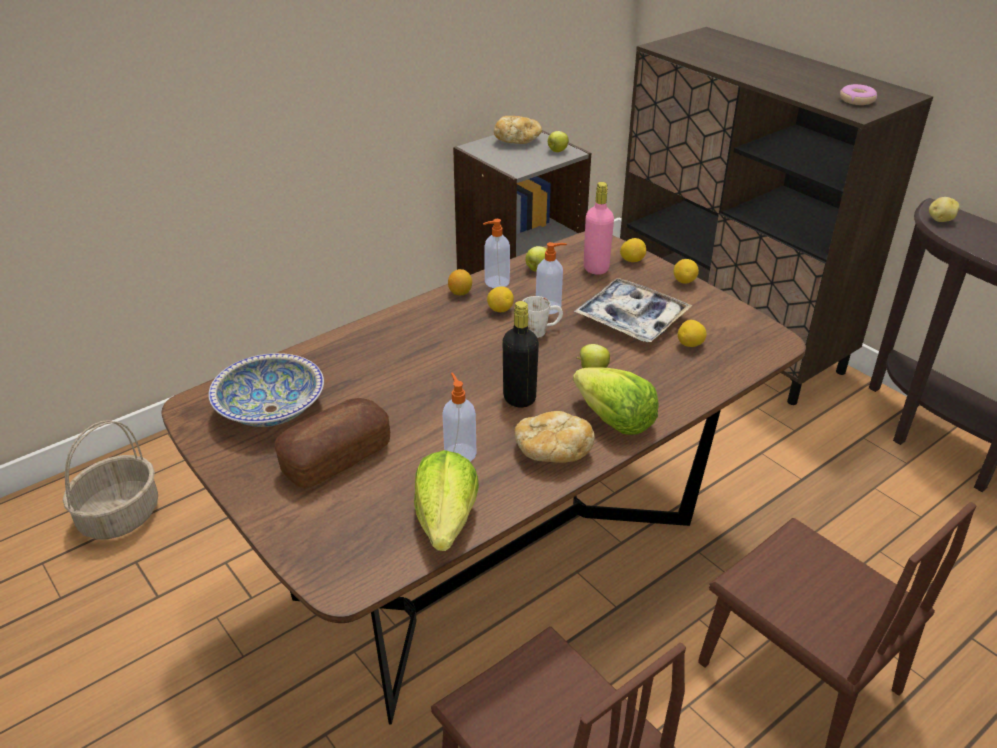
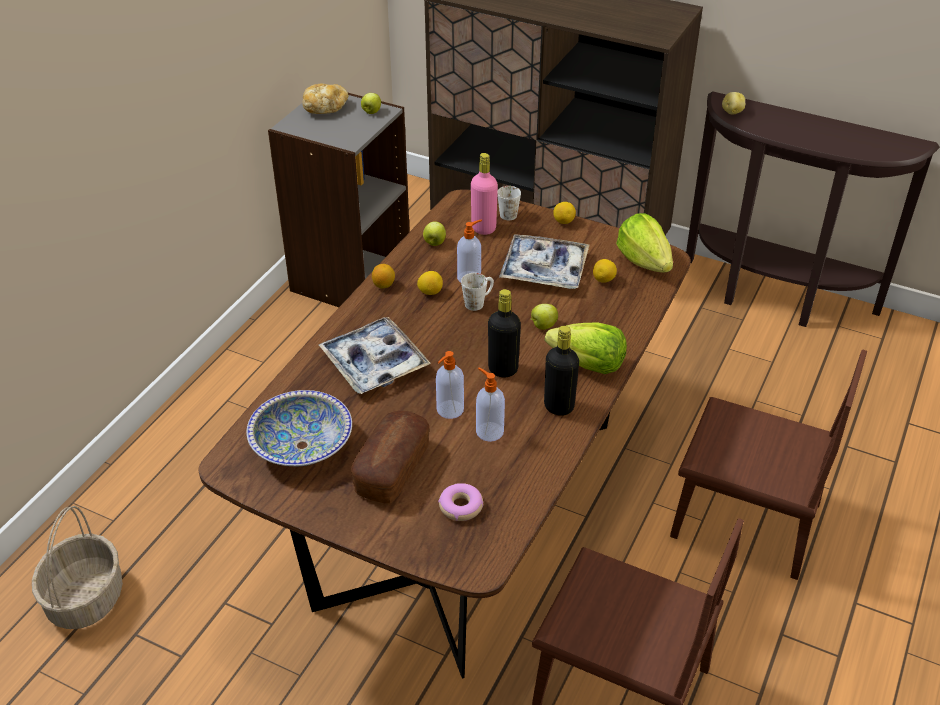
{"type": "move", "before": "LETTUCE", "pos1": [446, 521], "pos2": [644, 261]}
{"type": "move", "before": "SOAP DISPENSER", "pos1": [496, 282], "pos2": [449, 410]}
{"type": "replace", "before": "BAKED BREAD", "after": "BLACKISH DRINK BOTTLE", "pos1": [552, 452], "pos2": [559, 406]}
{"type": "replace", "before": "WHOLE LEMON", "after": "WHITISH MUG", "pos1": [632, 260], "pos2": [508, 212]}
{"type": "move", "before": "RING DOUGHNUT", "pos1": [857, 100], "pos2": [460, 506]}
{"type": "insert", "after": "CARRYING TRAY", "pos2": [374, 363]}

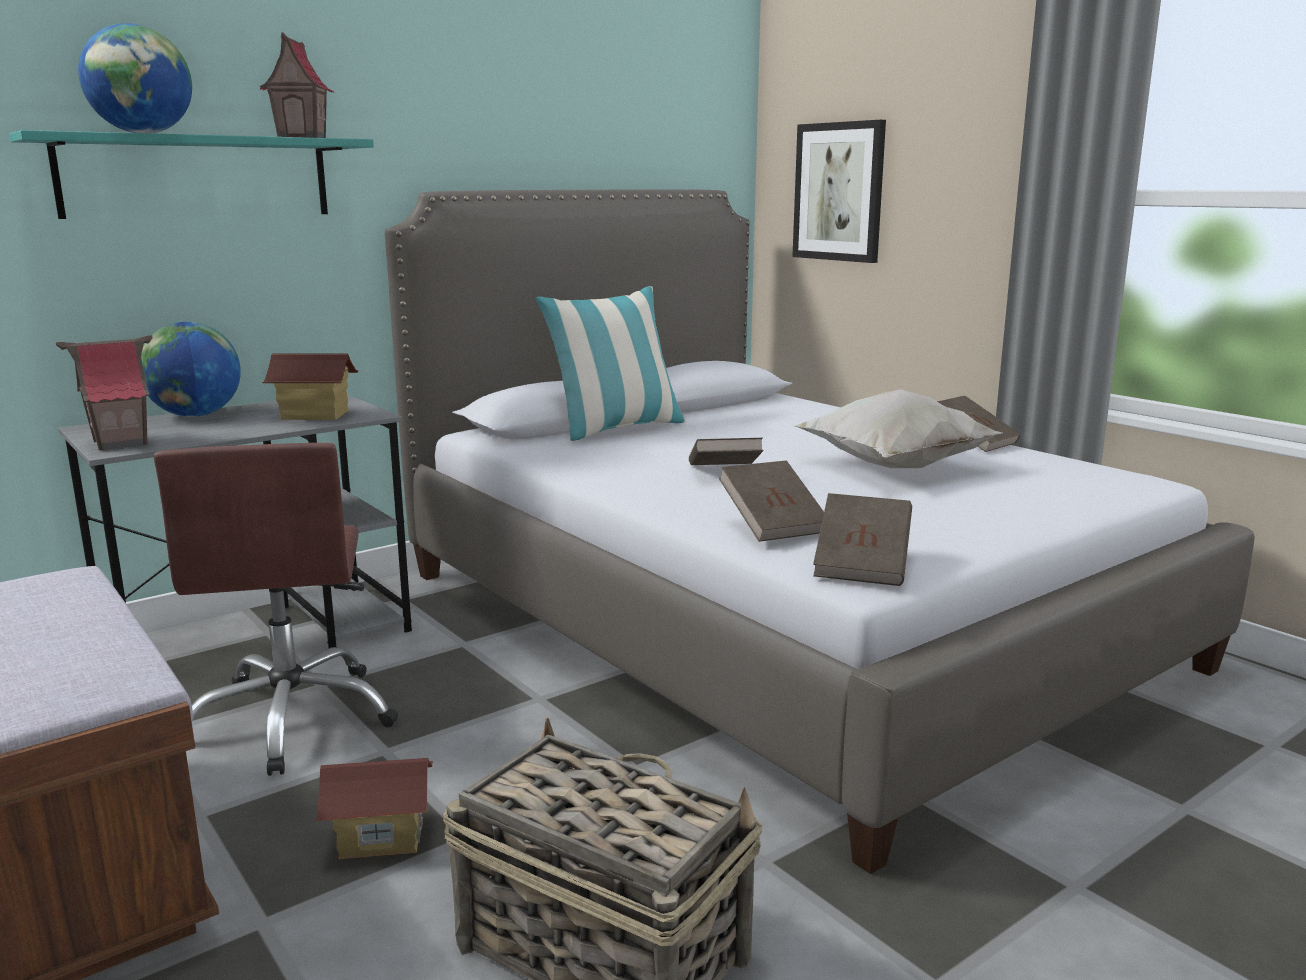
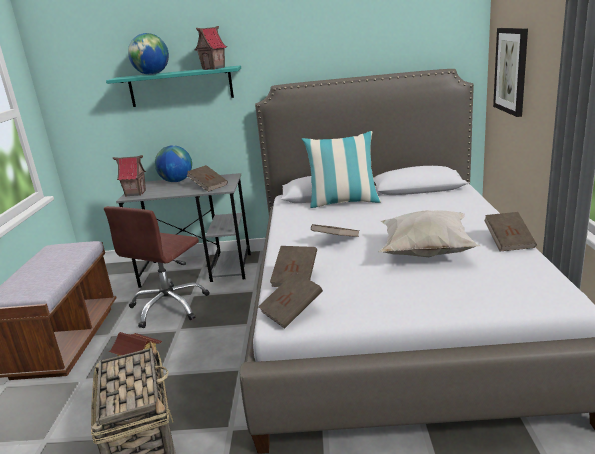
{"type": "replace", "before": "MINIATURE HOUSE", "after": "BROWN-COLOURED BOOK", "pos1": [315, 415], "pos2": [208, 186]}

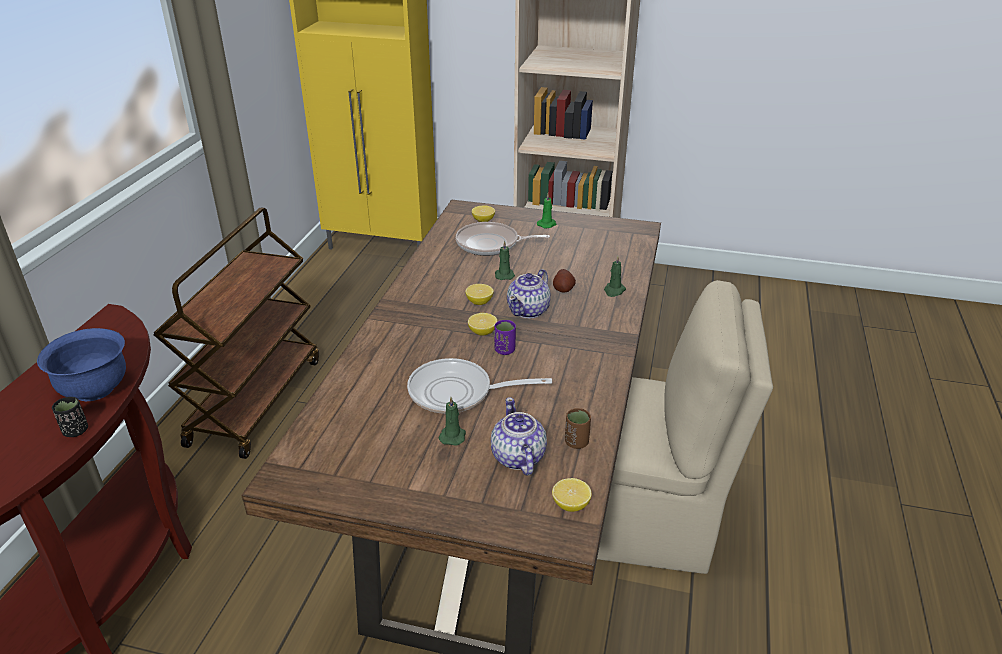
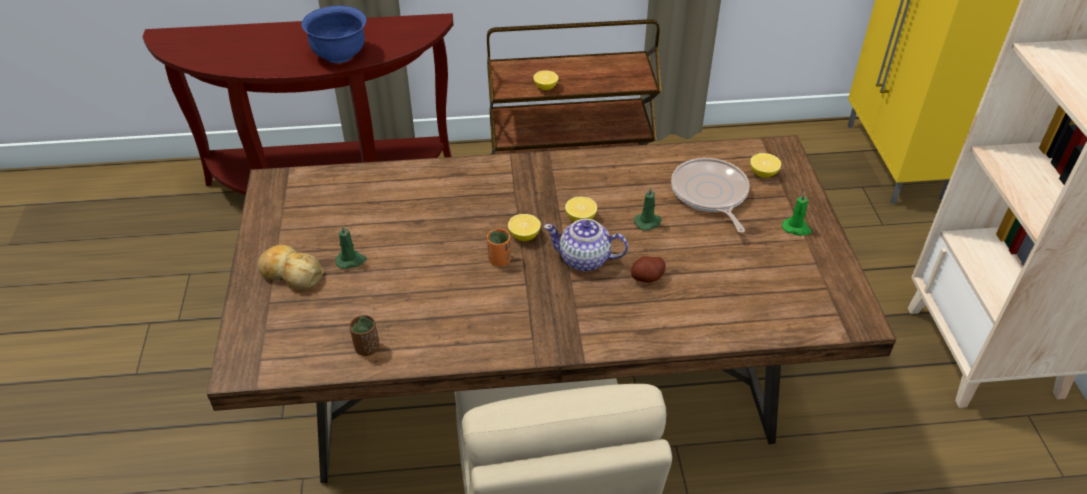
{"type": "delete", "before": "BLACKISH DRINKING CUP", "pos1": [75, 431]}
{"type": "delete", "before": "SKILLET", "pos1": [457, 393]}
{"type": "delete", "before": "POT FOR TEA", "pos1": [517, 457]}
{"type": "recolor", "before": "PURPLE DRINKING CUP", "after": "ORANGEY DRINKING CUP", "pos1": [505, 350], "pos2": [499, 260]}
{"type": "move", "before": "WHOLE LEMON", "pos1": [570, 505], "pos2": [545, 87]}
{"type": "delete", "before": "GREEN-COLOURED WAX CANDLE", "pos1": [614, 291]}
{"type": "insert", "after": "BAKED BREAD", "pos2": [291, 274]}

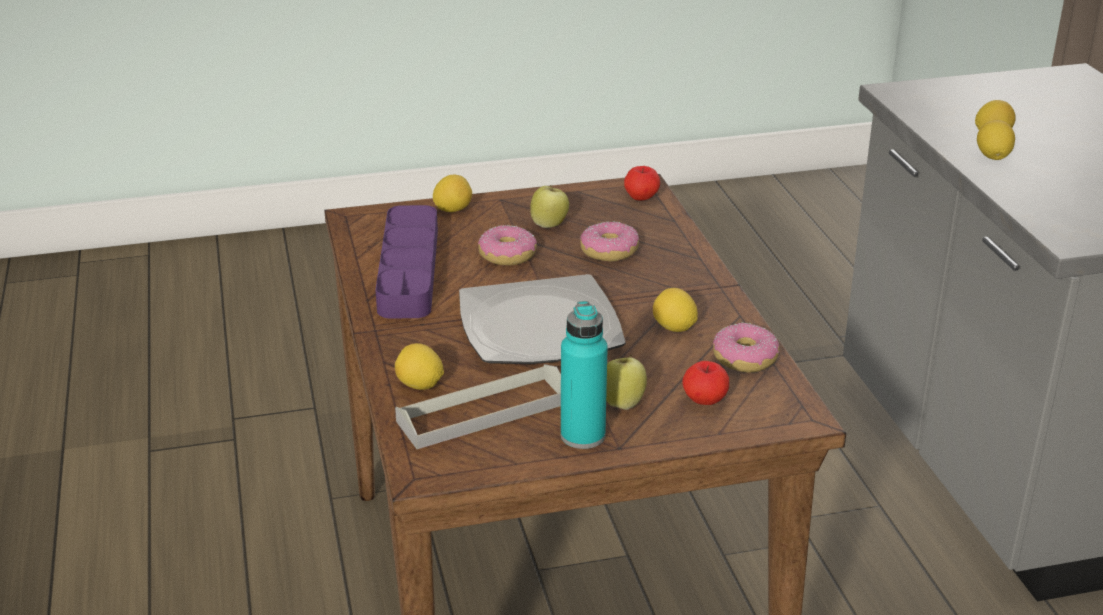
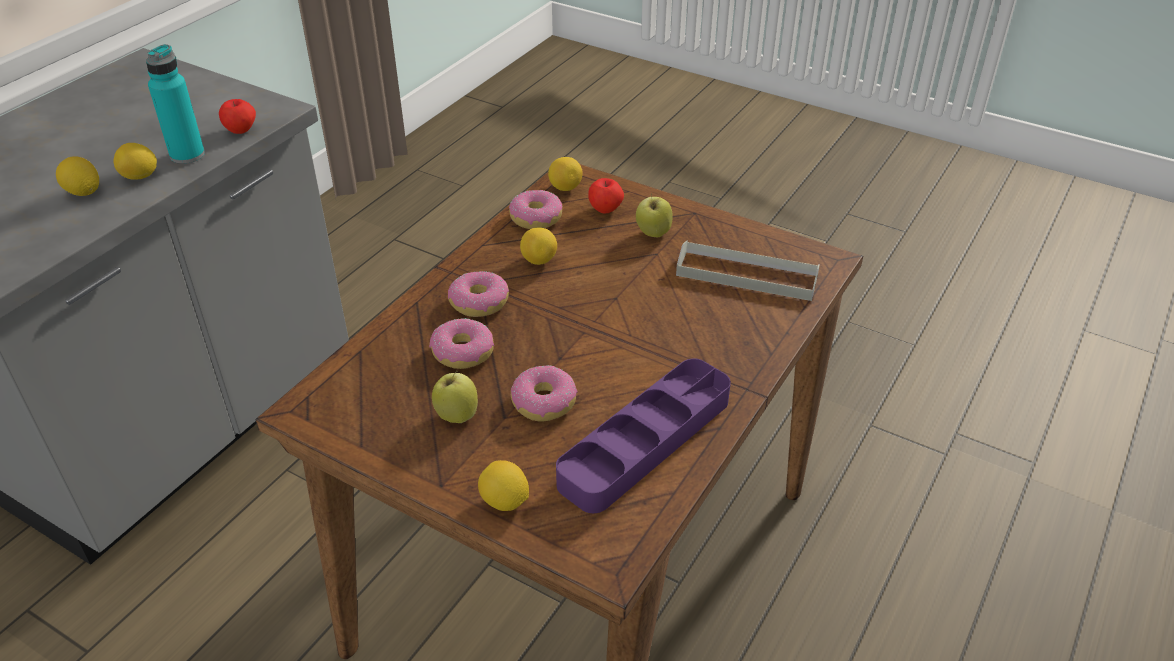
{"type": "move", "before": "WHOLE LEMON", "pos1": [419, 386], "pos2": [565, 188]}
{"type": "delete", "before": "PLATE", "pos1": [541, 328]}
{"type": "move", "before": "BLUE-GREEN DRINK BOTTLE", "pos1": [583, 436], "pos2": [187, 155]}
{"type": "move", "before": "WHOLE APPLE", "pos1": [641, 198], "pos2": [241, 130]}
{"type": "insert", "after": "RING DOUGHNUT", "pos2": [479, 302]}

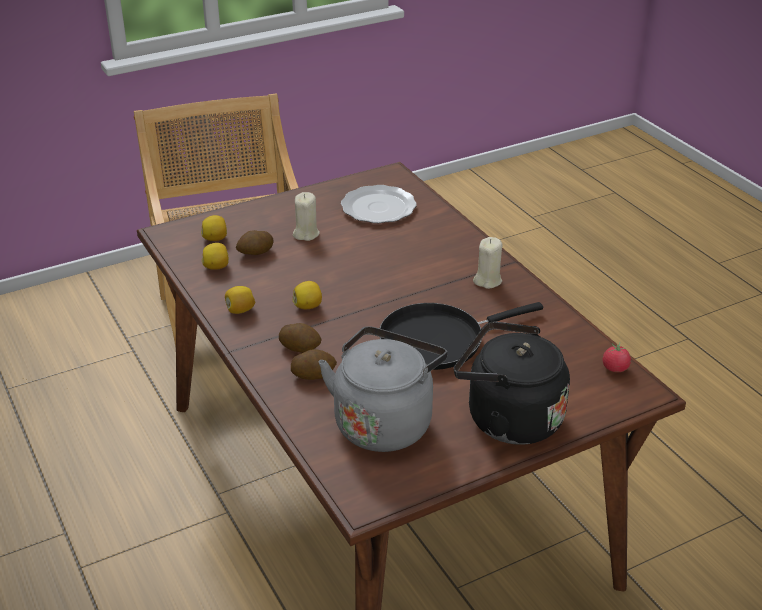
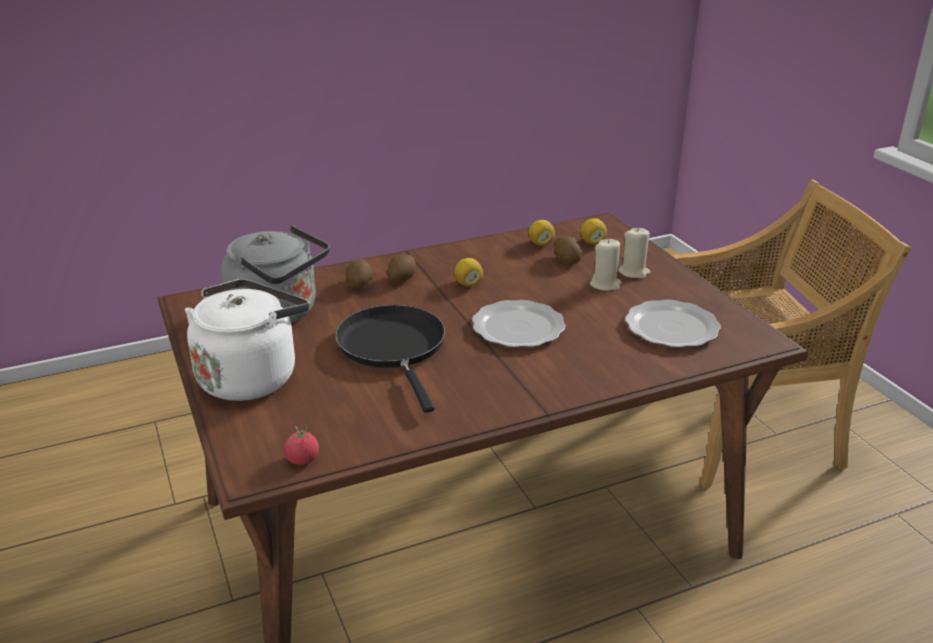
{"type": "delete", "before": "WHOLE LEMON", "pos1": [240, 310]}
{"type": "recolor", "before": "BLACKISH KETTLE", "after": "WHITISH KETTLE", "pos1": [508, 419], "pos2": [251, 376]}
{"type": "move", "before": "BEIGE WAX CANDLE", "pos1": [487, 280], "pos2": [634, 272]}
{"type": "insert", "after": "PLATE", "pos2": [518, 327]}

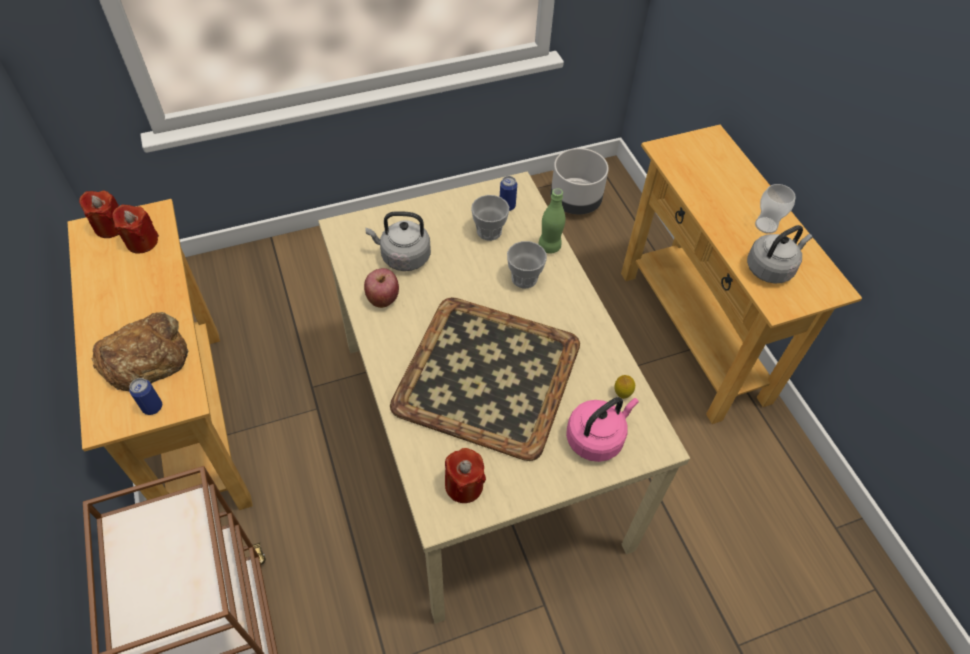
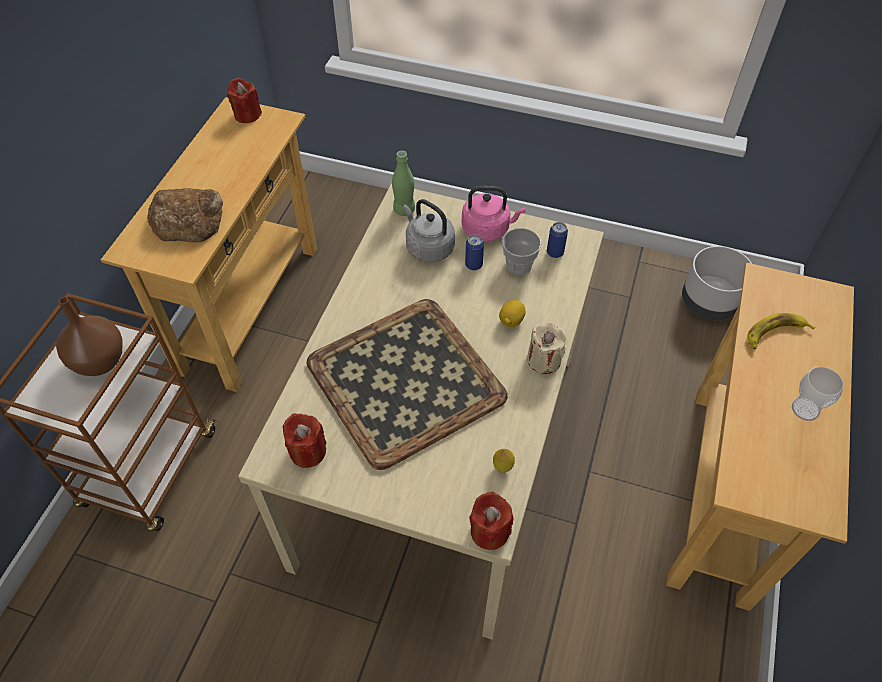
{"type": "move", "before": "RED WAX CANDLE", "pos1": [142, 242], "pos2": [489, 531]}
{"type": "move", "before": "METAL CAN", "pos1": [152, 407], "pos2": [473, 265]}
{"type": "delete", "before": "WHOLE APPLE", "pos1": [383, 298]}
{"type": "replace", "before": "DRINKING CUP", "after": "WHOLE LEMON", "pos1": [524, 278], "pos2": [511, 321]}
{"type": "move", "before": "GREEN-COLOURED DRINK BOTTLE", "pos1": [549, 246], "pos2": [404, 210]}
{"type": "move", "before": "PINKISH KETTLE", "pos1": [596, 438], "pos2": [488, 229]}
{"type": "delete", "before": "GRAY KETTLE", "pos1": [771, 268]}
{"type": "insert", "after": "BROWN-COLOURED VASE", "pos2": [99, 361]}
{"type": "insert", "after": "BEIGE WAX CANDLE", "pos2": [544, 360]}
{"type": "insert", "after": "BANANA FRUIT", "pos2": [774, 334]}

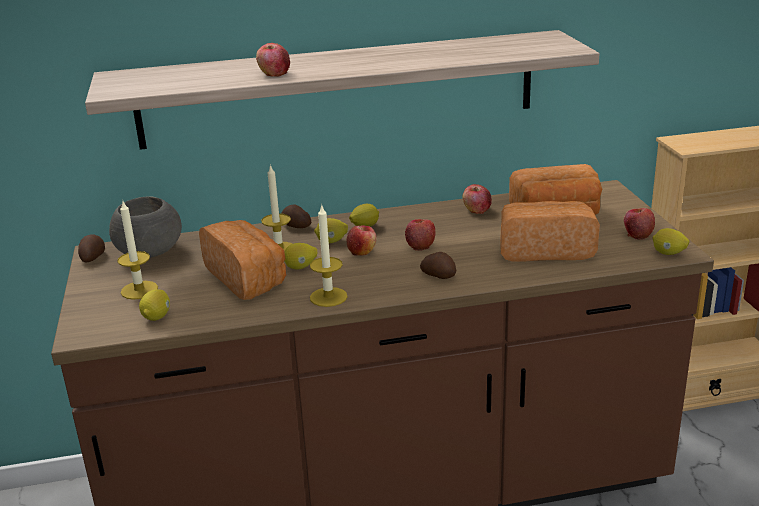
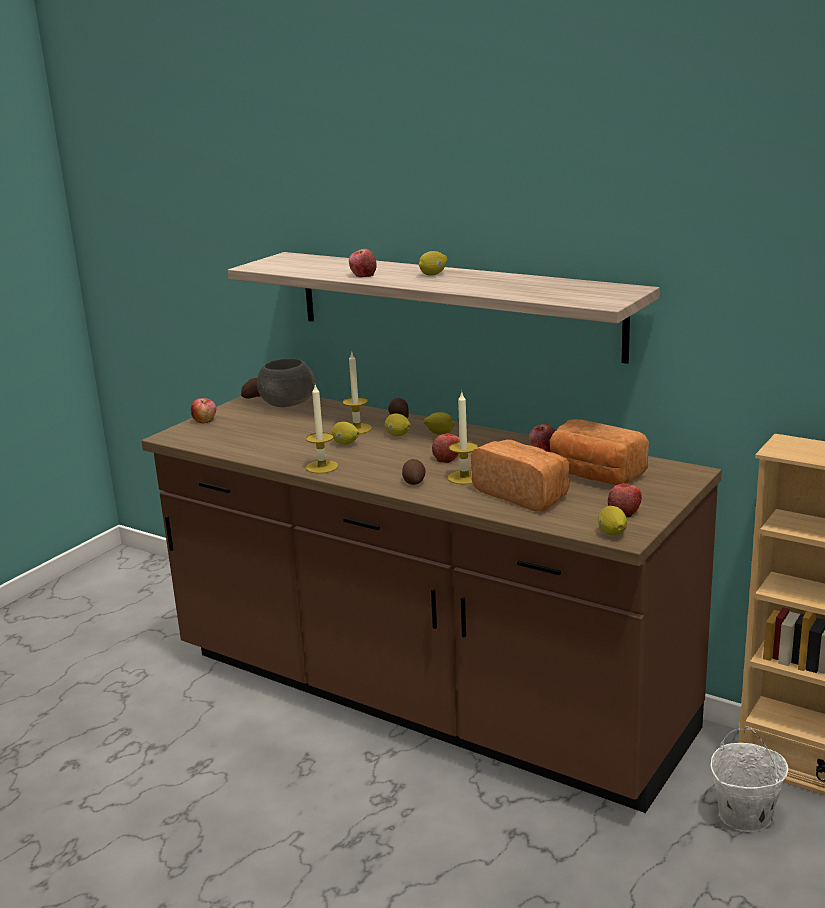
{"type": "move", "before": "WAX CANDLE", "pos1": [139, 290], "pos2": [464, 477]}
{"type": "move", "before": "WHOLE LEMON", "pos1": [157, 316], "pos2": [433, 274]}
{"type": "delete", "before": "BAKED BREAD", "pos1": [247, 278]}
{"type": "move", "before": "WHOLE APPLE", "pos1": [362, 251], "pos2": [205, 420]}
{"type": "insert", "after": "WHITISH BUCKET", "pos2": [743, 816]}

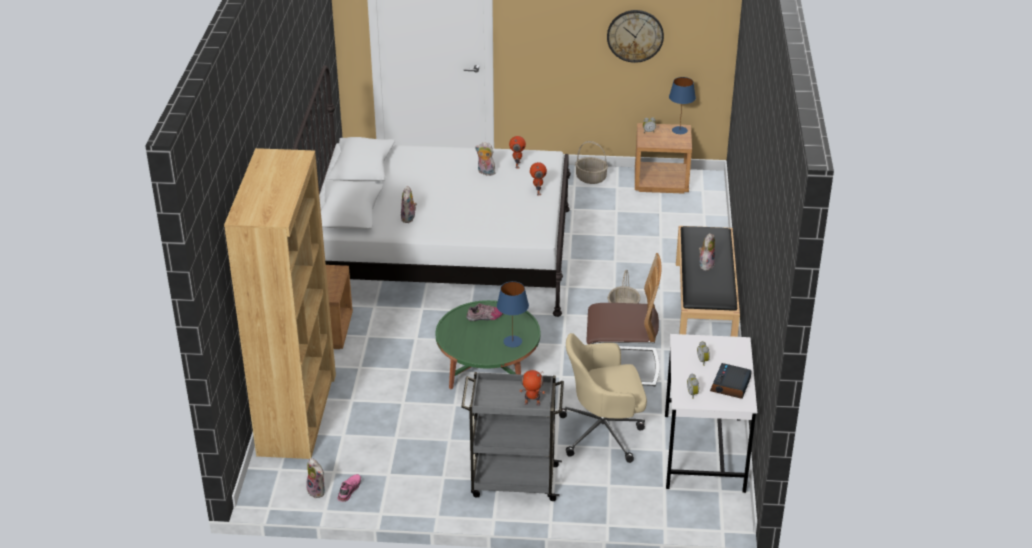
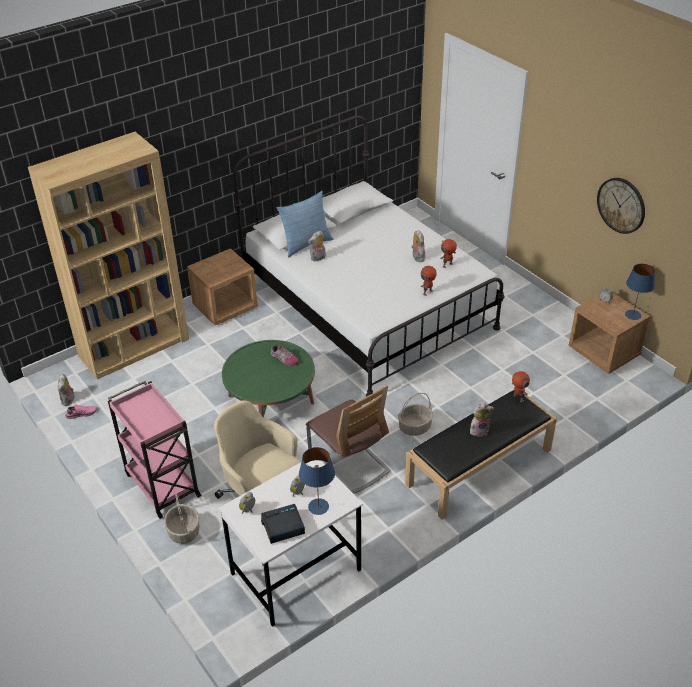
{"type": "recolor", "before": "GRAY WHEELED CART", "after": "PINKISH WHEELED CART", "pos1": [513, 481], "pos2": [161, 484]}
{"type": "move", "before": "BLUISH TABLETOP LAMP", "pos1": [512, 341], "pos2": [318, 506]}
{"type": "move", "before": "MODEL ROBOT", "pos1": [532, 404], "pos2": [517, 398]}
{"type": "move", "before": "STORAGE BASKET", "pos1": [591, 178], "pos2": [184, 532]}
{"type": "insert", "after": "CUSHION", "pos2": [305, 244]}

